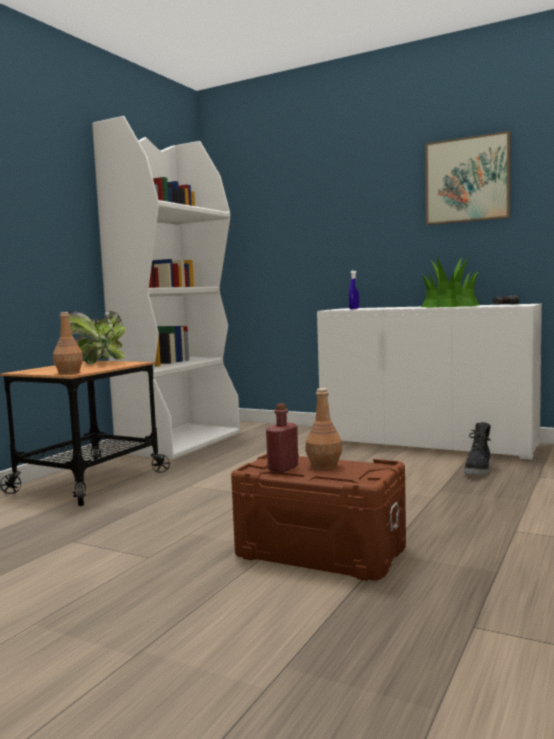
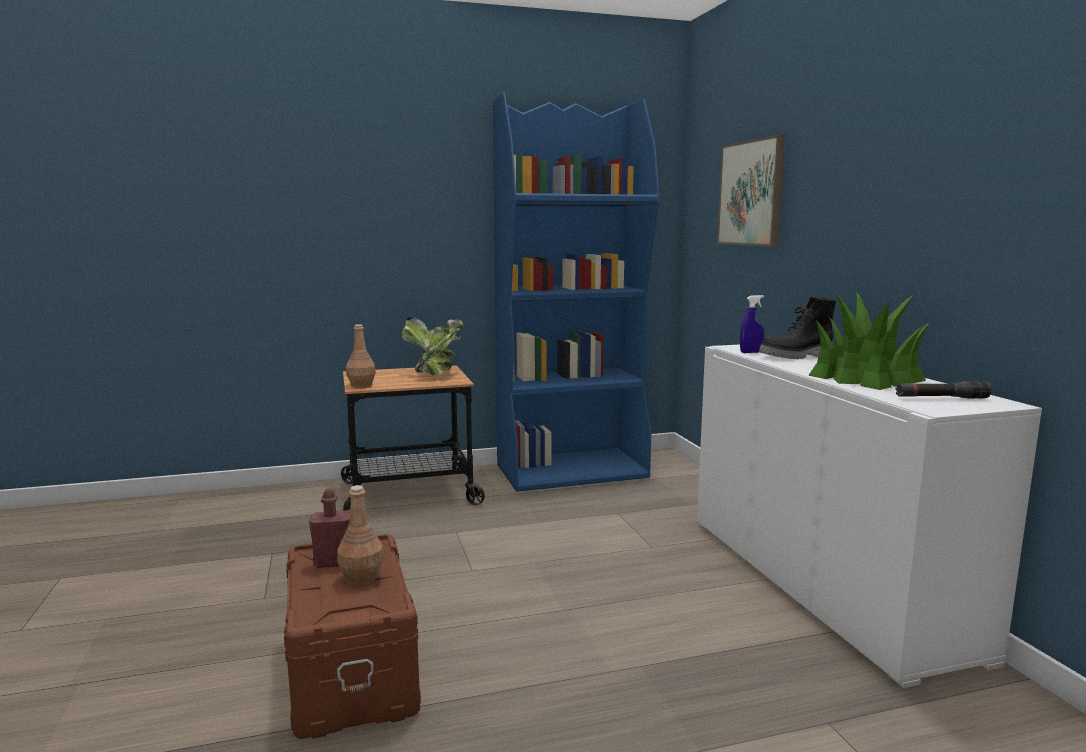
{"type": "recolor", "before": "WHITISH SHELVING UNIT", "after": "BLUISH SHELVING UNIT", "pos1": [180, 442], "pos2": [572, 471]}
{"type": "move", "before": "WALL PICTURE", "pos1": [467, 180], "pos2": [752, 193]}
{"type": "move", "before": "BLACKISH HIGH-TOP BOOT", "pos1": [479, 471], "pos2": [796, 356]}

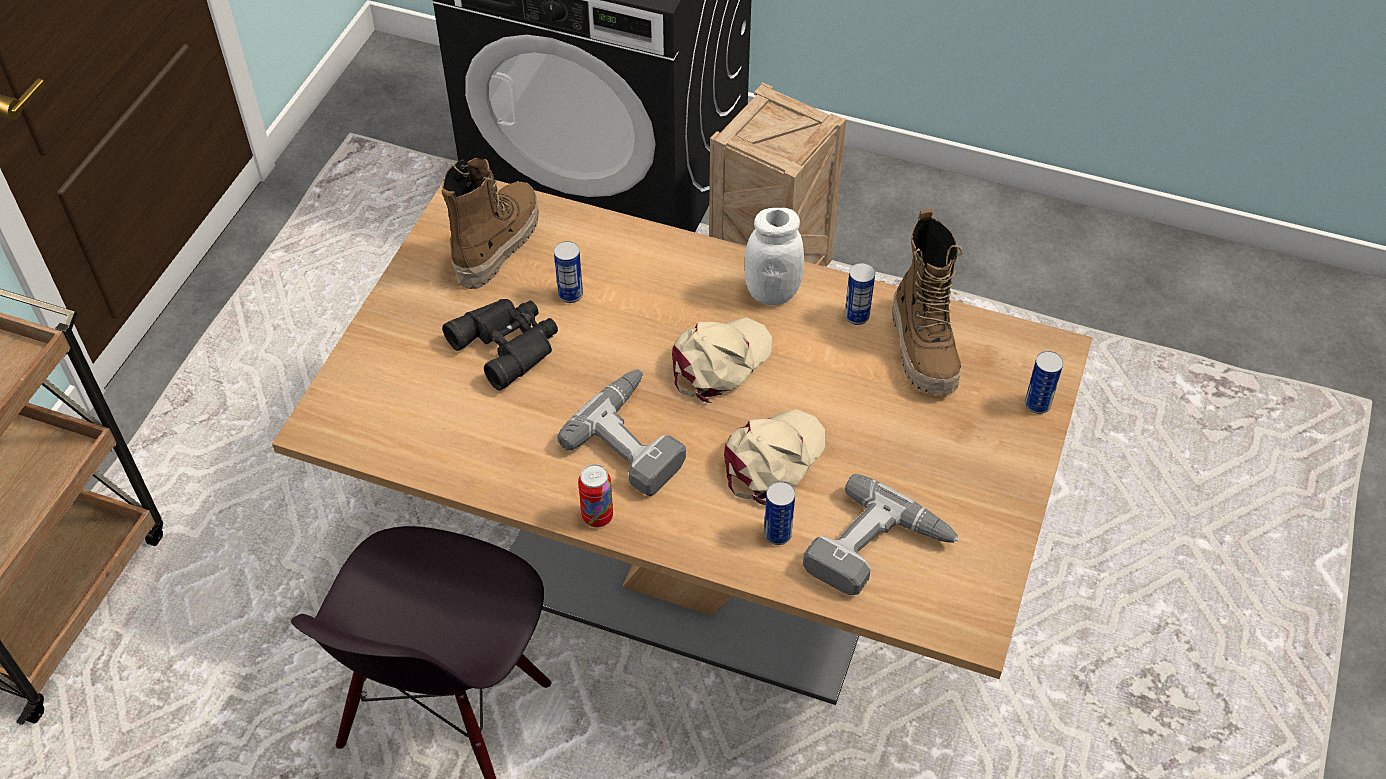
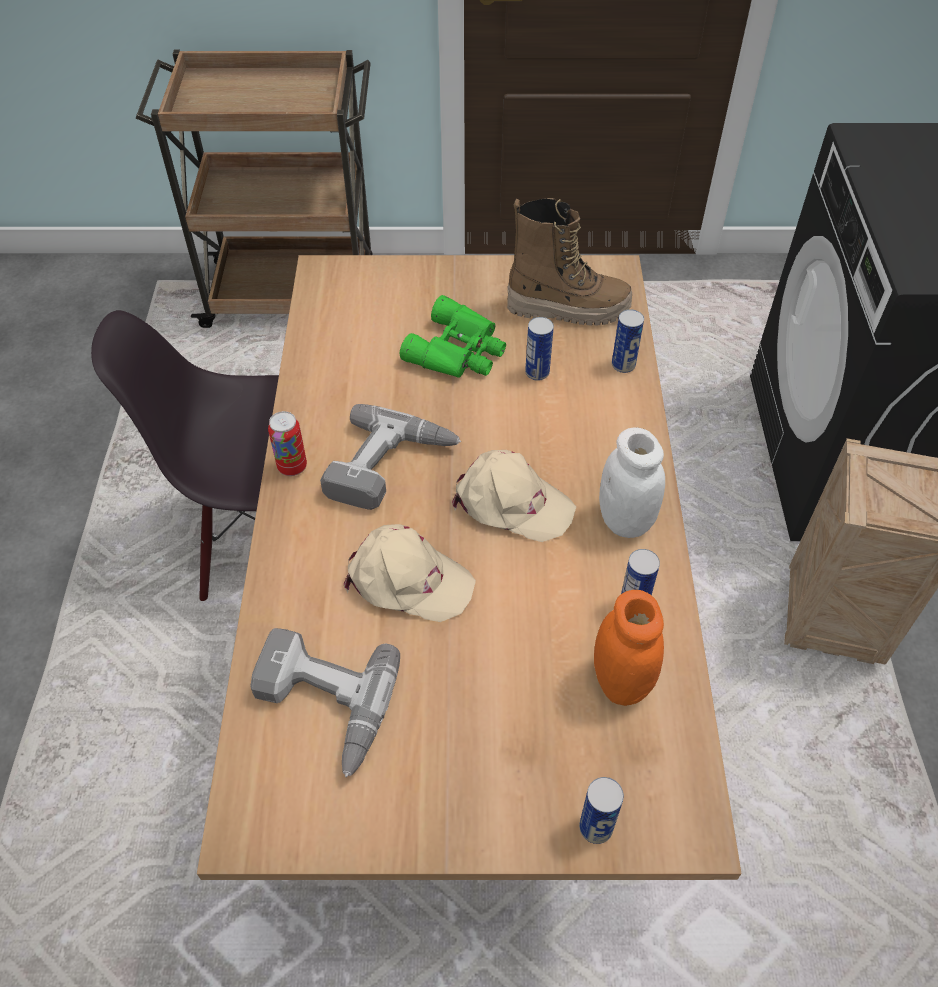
{"type": "recolor", "before": "BLACKISH FIELD GLASSES", "after": "GREEN-COLOURED FIELD GLASSES", "pos1": [509, 344], "pos2": [459, 351]}
{"type": "move", "before": "METAL CAN", "pos1": [777, 534], "pos2": [623, 365]}
{"type": "replace", "before": "HIGH-TOP BOOT", "after": "ORANGEY PRESERVE JAR", "pos1": [924, 349], "pos2": [621, 681]}

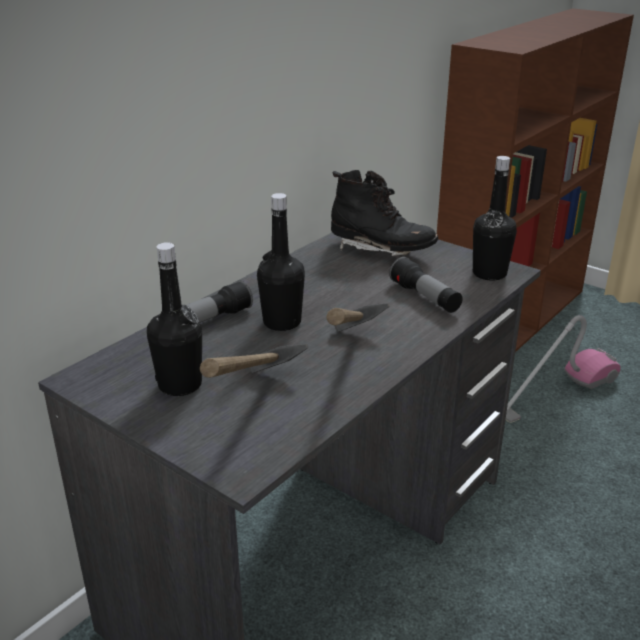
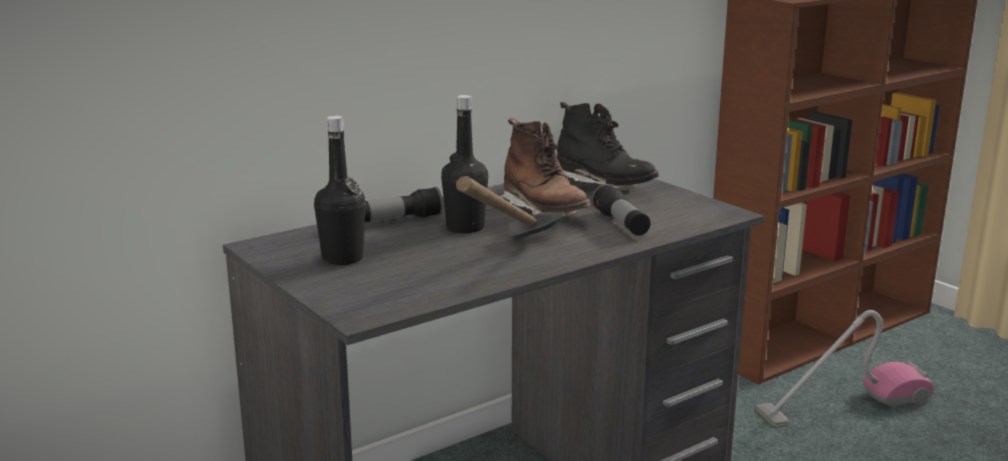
{"type": "delete", "before": "HAMMER", "pos1": [257, 413]}
{"type": "delete", "before": "BLACKISH DRINK BOTTLE", "pos1": [489, 273]}
{"type": "insert", "after": "BROWN-COLOURED HIGH-TOP BOOT", "pos2": [543, 212]}

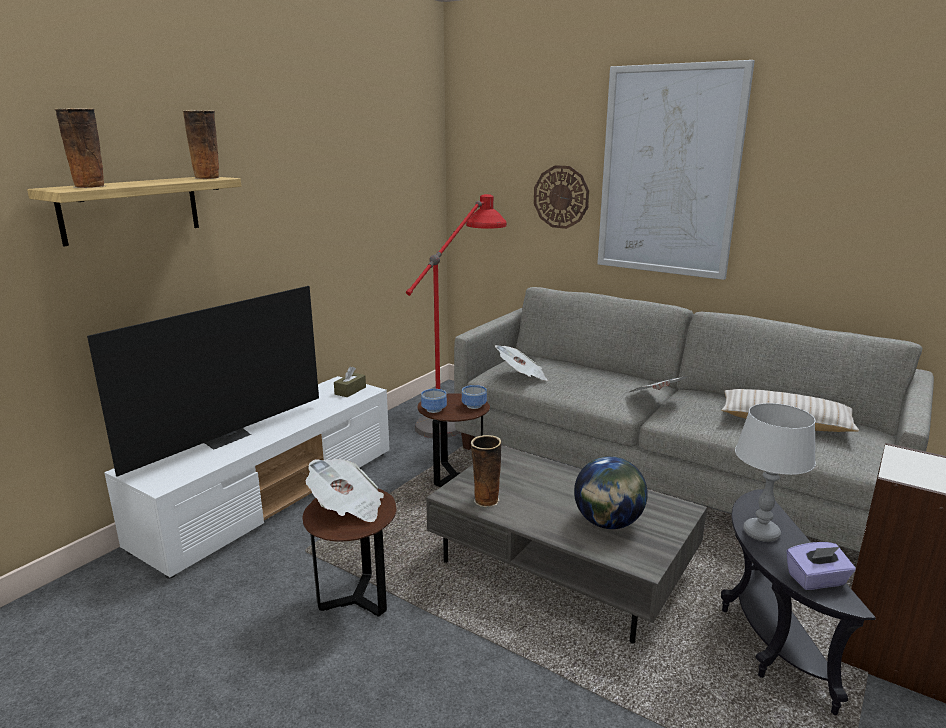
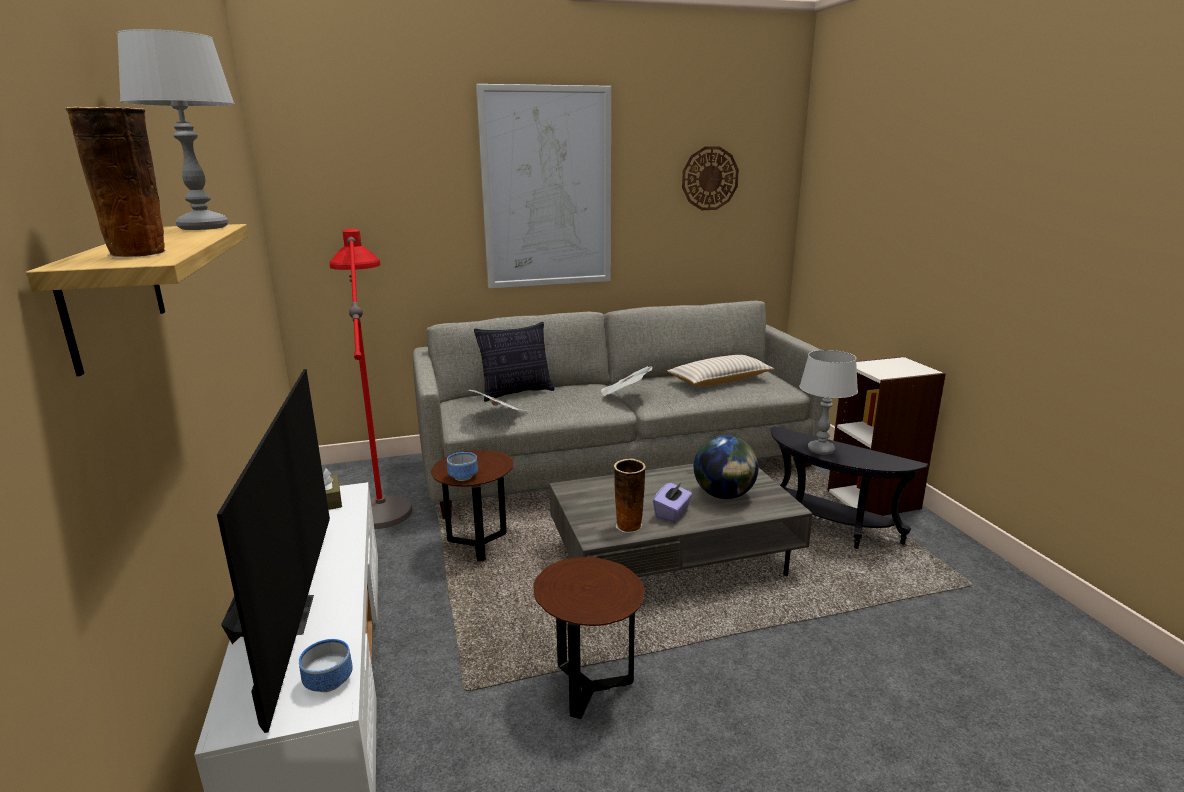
{"type": "replace", "before": "VASE", "after": "GRAY TABLETOP LAMP", "pos1": [207, 178], "pos2": [203, 228]}
{"type": "delete", "before": "NEWSPAPER", "pos1": [347, 507]}
{"type": "move", "before": "SERVING BOWL", "pos1": [473, 405], "pos2": [326, 682]}
{"type": "move", "before": "WALL CLOCK", "pos1": [561, 197], "pos2": [709, 178]}
{"type": "move", "before": "PURPLE TISSUE BOX", "pos1": [816, 580], "pos2": [672, 513]}
{"type": "insert", "after": "CUSHION", "pos2": [516, 393]}

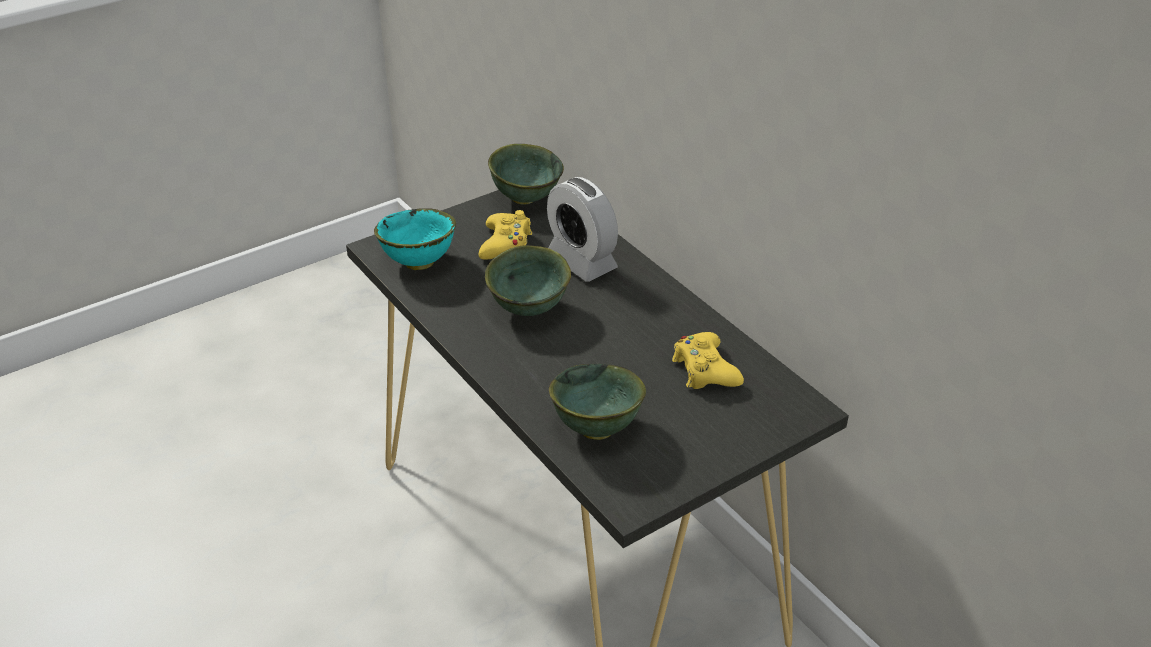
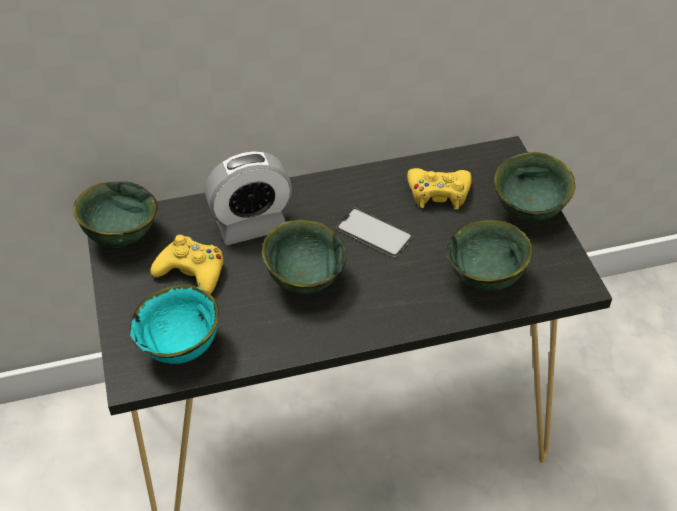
{"type": "insert", "after": "TELEPHONE", "pos2": [374, 233]}
{"type": "insert", "after": "GREEN-COLOURED SERVING BOWL", "pos2": [530, 211]}

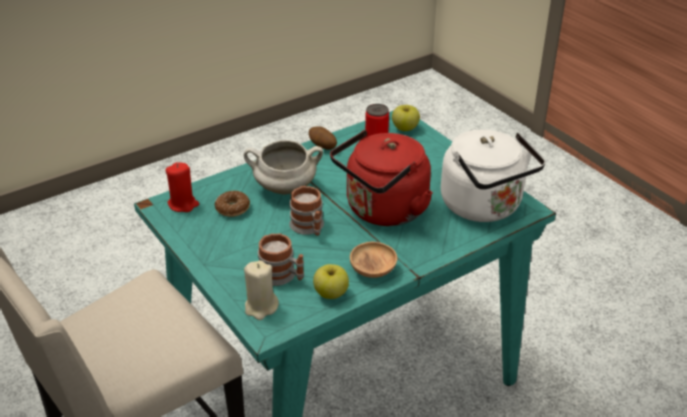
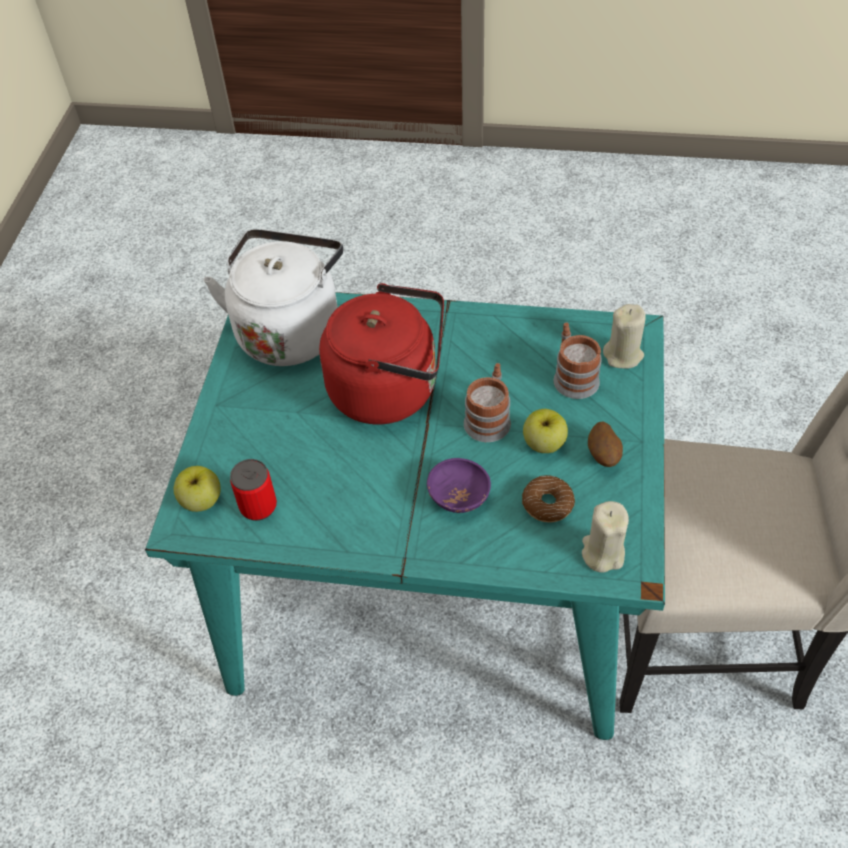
{"type": "recolor", "before": "RED WAX CANDLE", "after": "BEIGE WAX CANDLE", "pos1": [183, 204], "pos2": [602, 553]}
{"type": "replace", "before": "WHITISH STOCKPOT", "after": "PURPLE SERVING BOWL", "pos1": [284, 188], "pos2": [458, 496]}
{"type": "move", "before": "POTATO", "pos1": [322, 147], "pos2": [603, 455]}
{"type": "move", "before": "WHOLE APPLE", "pos1": [331, 293], "pos2": [543, 444]}
{"type": "delete", "before": "BROWN-COLOURED SERVING BOWL", "pos1": [373, 270]}

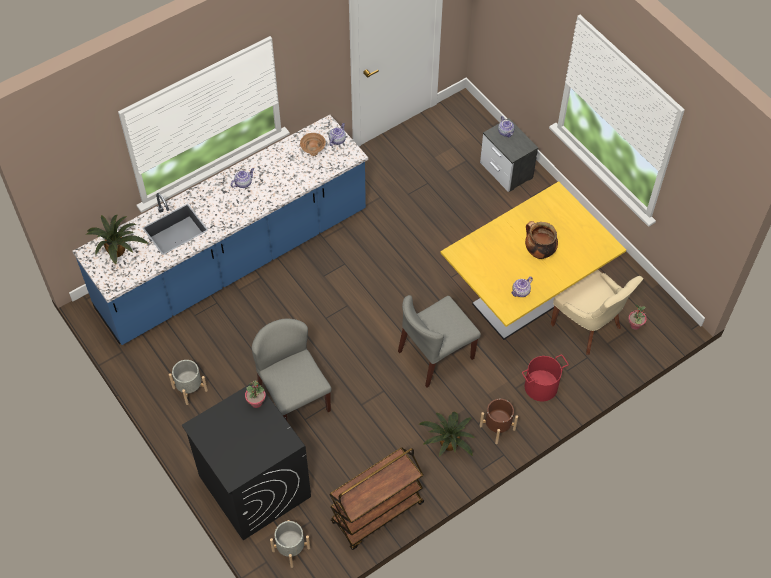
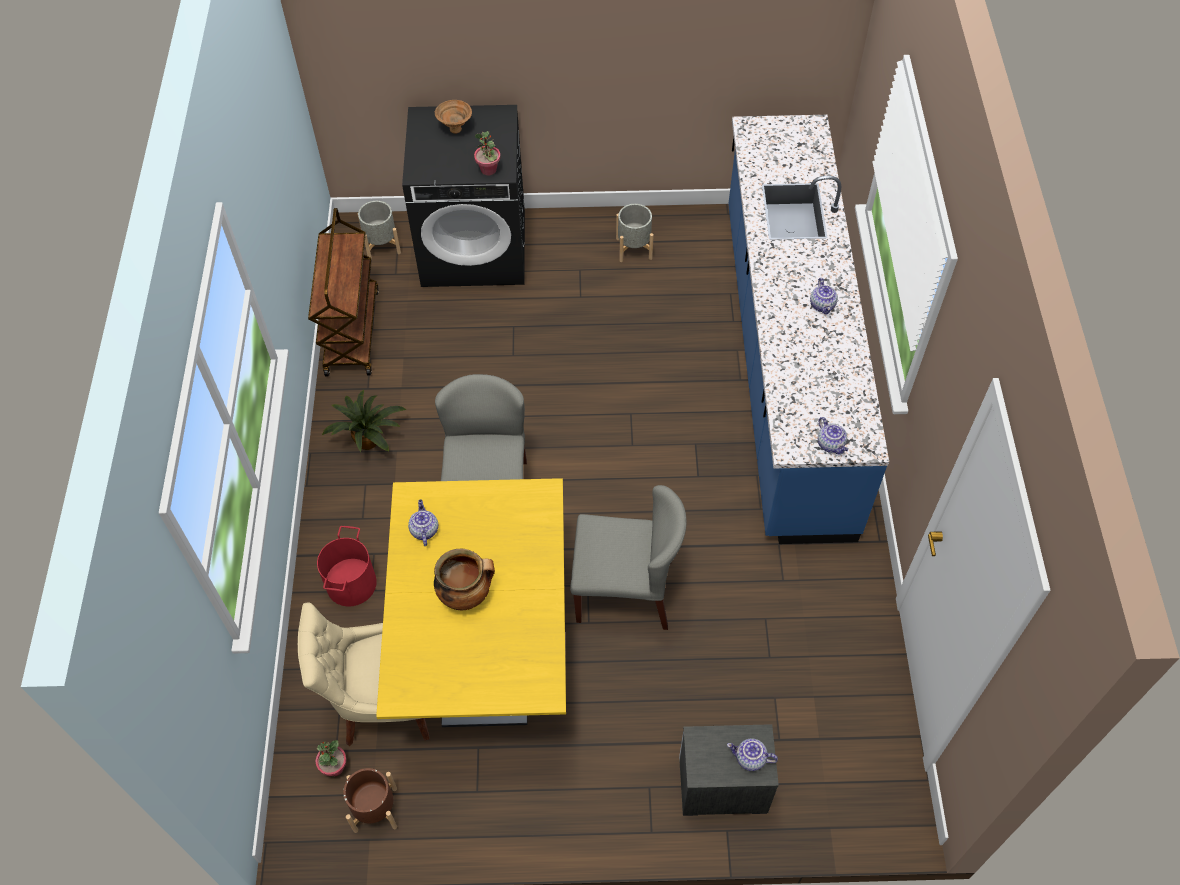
{"type": "delete", "before": "POTTED PLANT", "pos1": [118, 250]}
{"type": "move", "before": "GRAY CHAIR", "pos1": [293, 398], "pos2": [625, 590]}
{"type": "move", "before": "BROWN-COLOURED SERVING BOWL", "pos1": [313, 153], "pos2": [454, 129]}
{"type": "move", "before": "BROWN-COLOURED PLANT POT", "pos1": [497, 427], "pos2": [375, 809]}

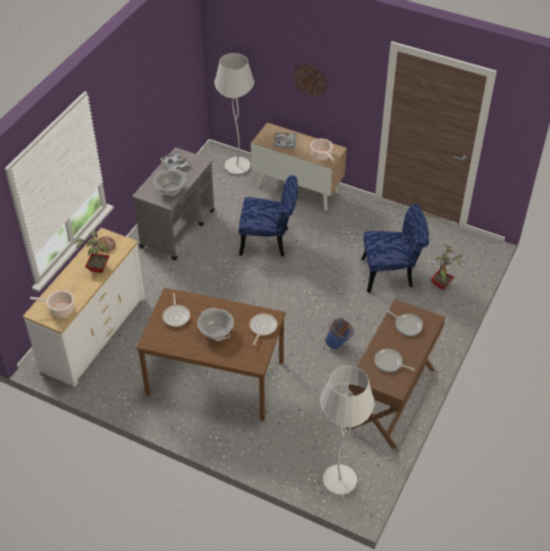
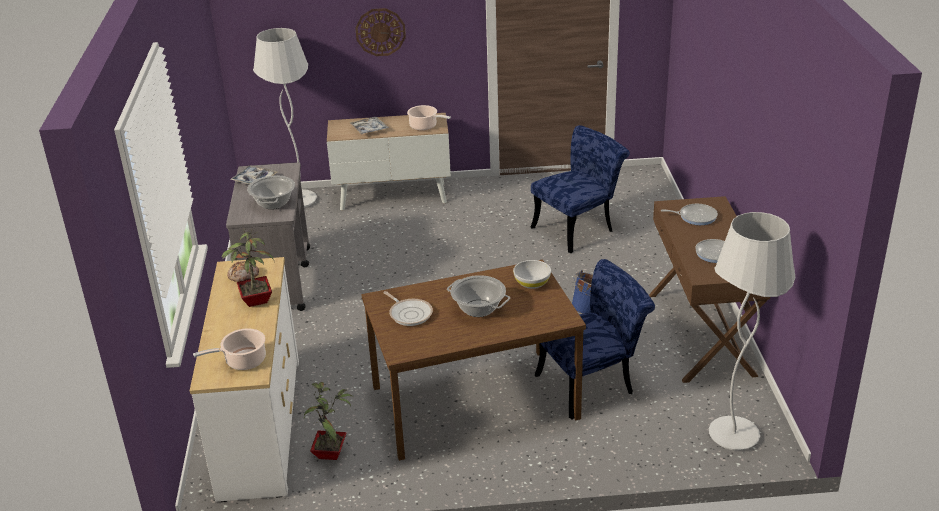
{"type": "move", "before": "BLUISH CHAIR", "pos1": [269, 241], "pos2": [592, 383]}
{"type": "replace", "before": "SKILLET", "after": "WHITISH SERVING BOWL", "pos1": [262, 327], "pos2": [532, 283]}
{"type": "move", "before": "POTTED PLANT", "pos1": [442, 285], "pos2": [331, 454]}

